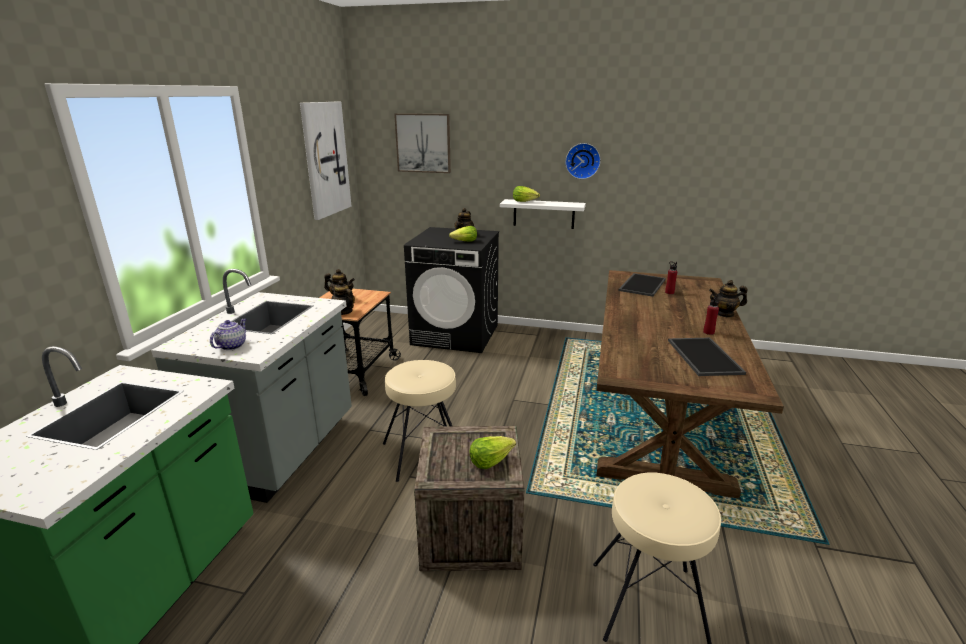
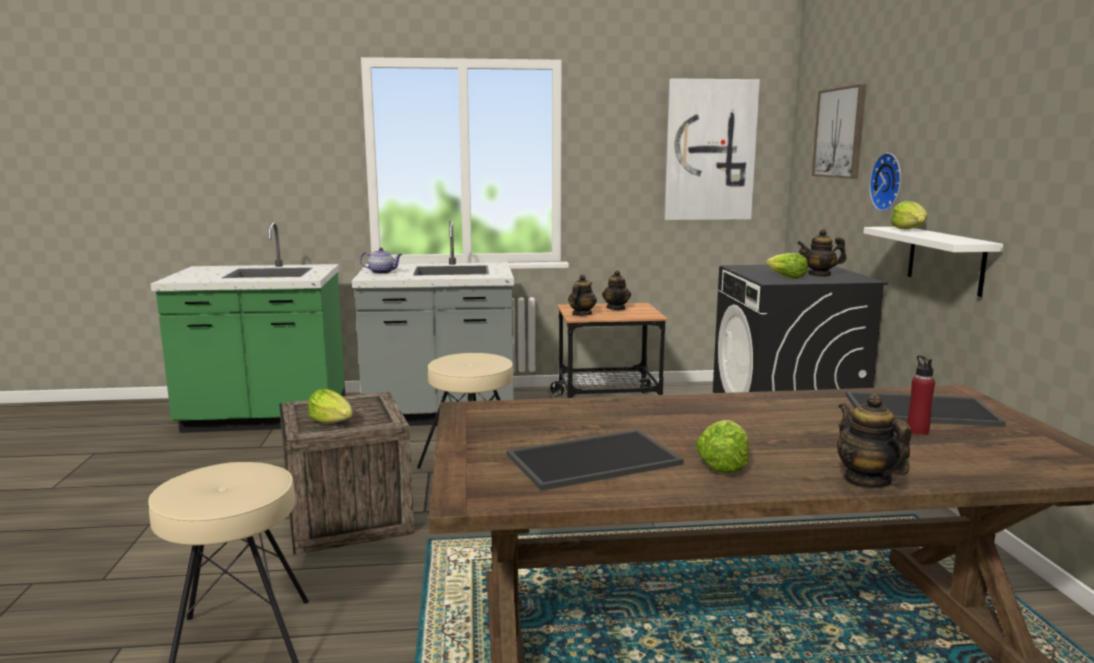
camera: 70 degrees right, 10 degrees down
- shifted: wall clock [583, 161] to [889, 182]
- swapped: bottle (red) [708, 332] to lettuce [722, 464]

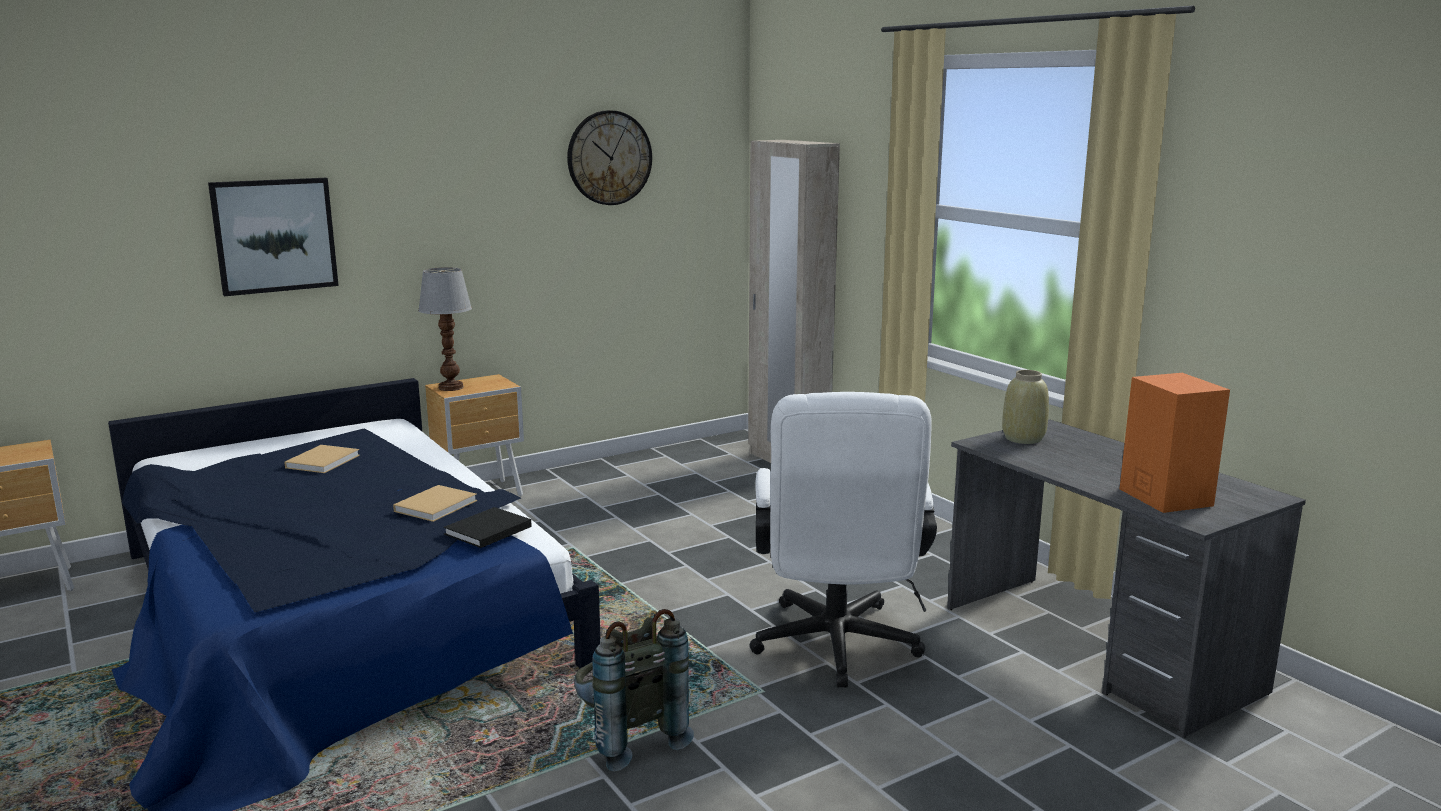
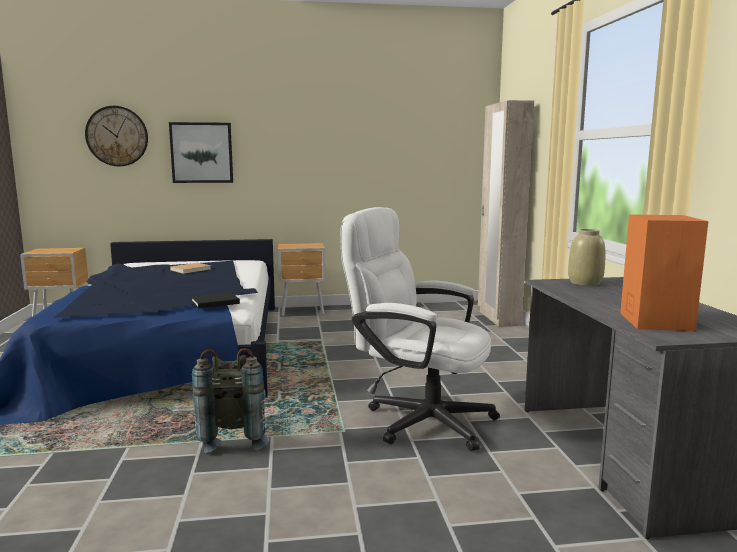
camera: 25 degrees right, 5 degrees down
- gone: book (beige) [437, 505]
- gone: table lamp [450, 387]
- shifted: wall clock [609, 158] to [117, 136]
- rotated: office chair (white) [836, 650] = [418, 419] 90 degrees clockwise

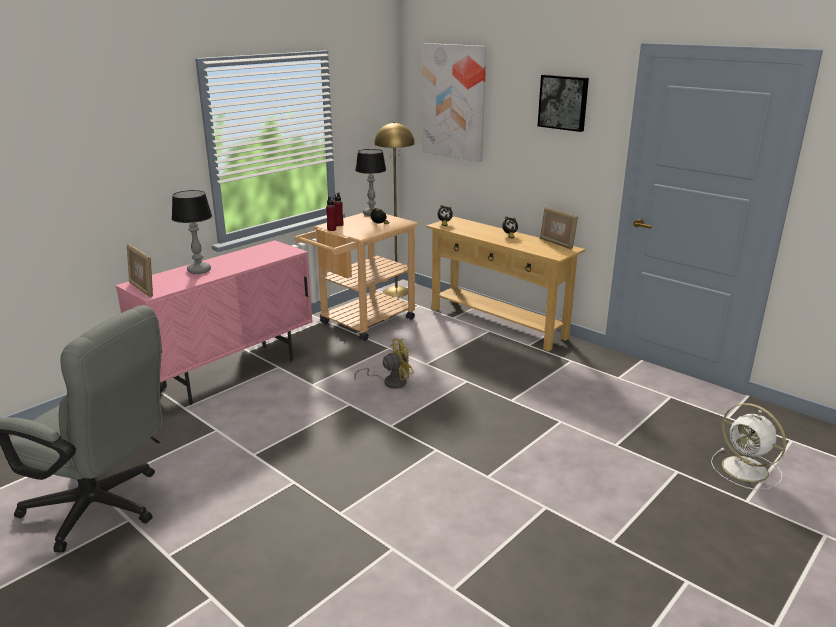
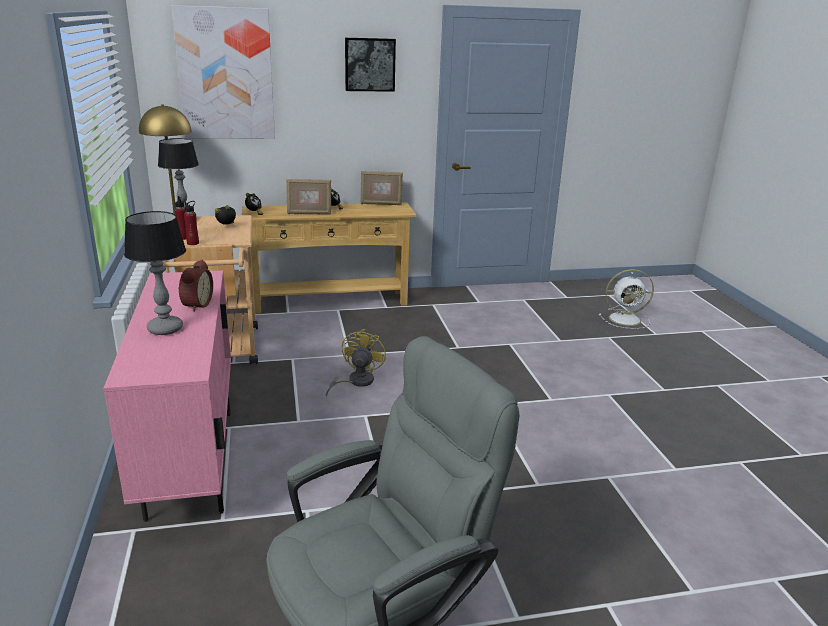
camera: 55 degrees left, 0 degrees up
- new: alarm clock [195, 305]
- shifted: picture frame [142, 289] to [309, 213]

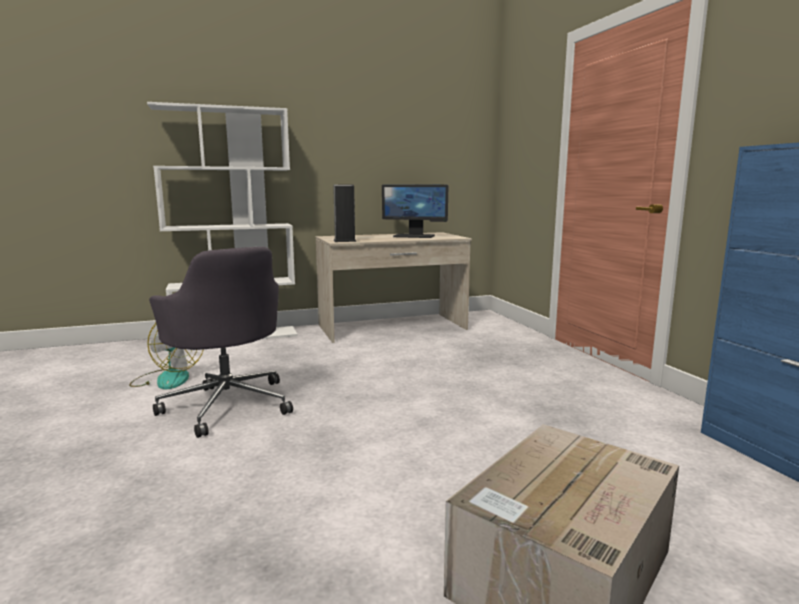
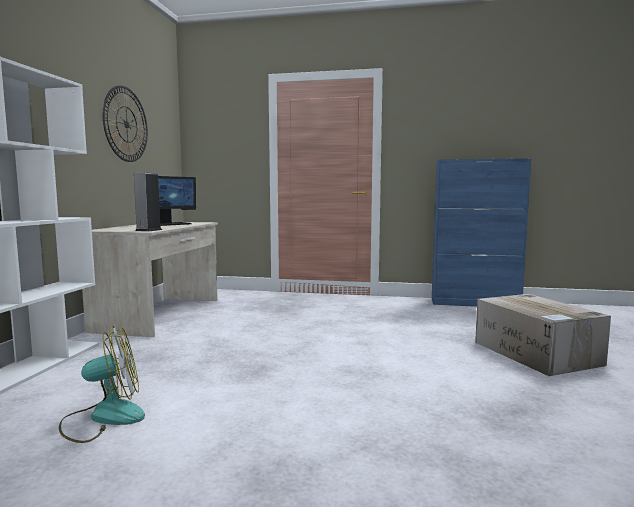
camera: 60 degrees left, 5 degrees down
- gone: office chair (grey) [228, 404]
- new: wall clock [126, 124]

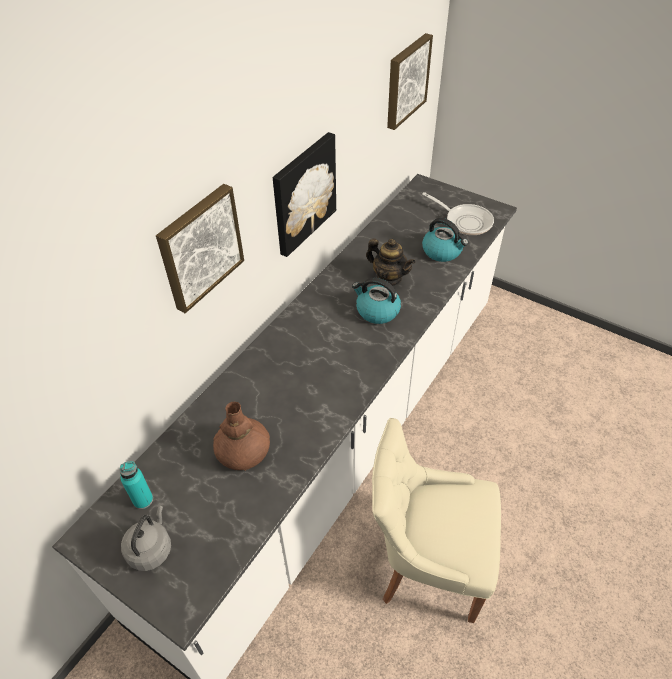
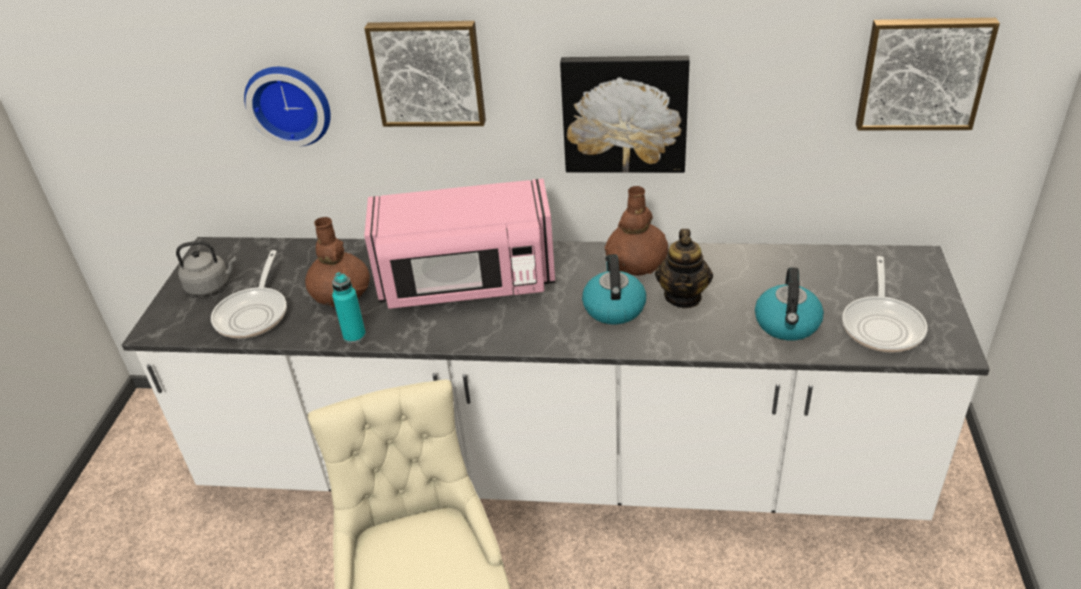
camera: 65 degrees right, 10 degrees down
- new: frying pan [254, 313]
- new: wall clock [290, 103]
- new: microwave (pink) [467, 283]
- new: vase (brown) [636, 263]
- shifted: bottle (turquoise) [143, 500] to [354, 336]

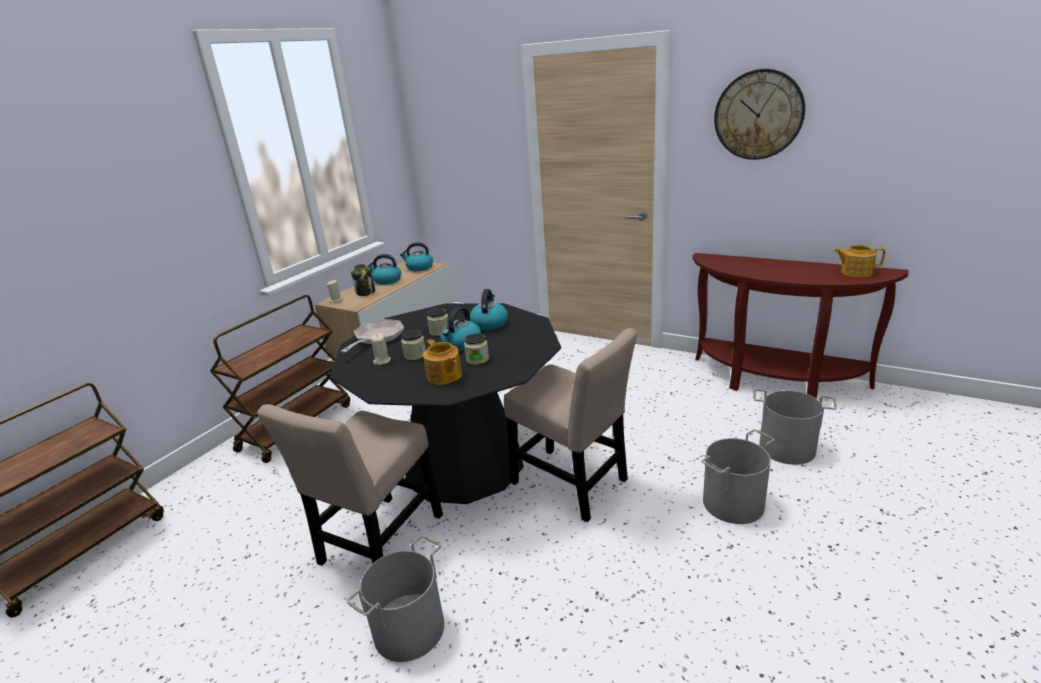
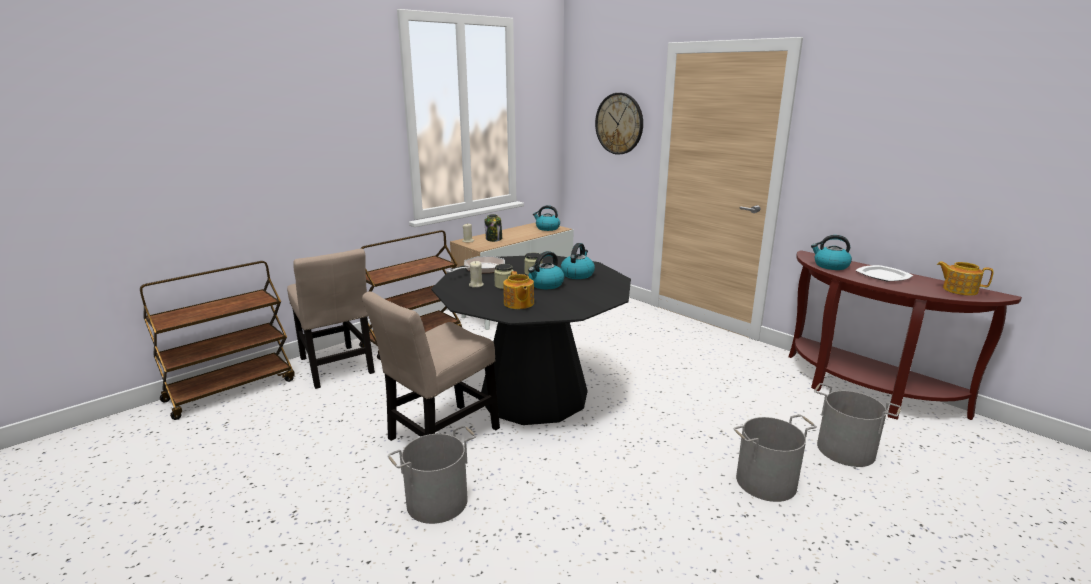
camera: 15 degrees right, 5 degrees down
- gone: jar [477, 359]
- new: plate [882, 275]
- shifted: kettle [387, 280] to [830, 266]
- shifted: chair (beige) [573, 484] to [336, 368]
- shifted: wall clock [758, 115] to [619, 123]

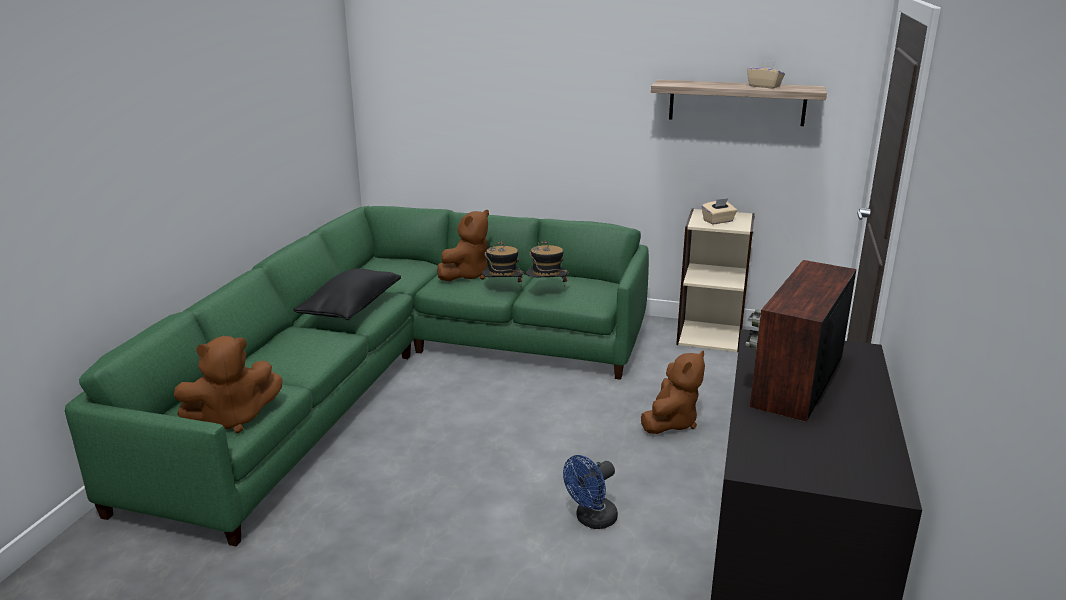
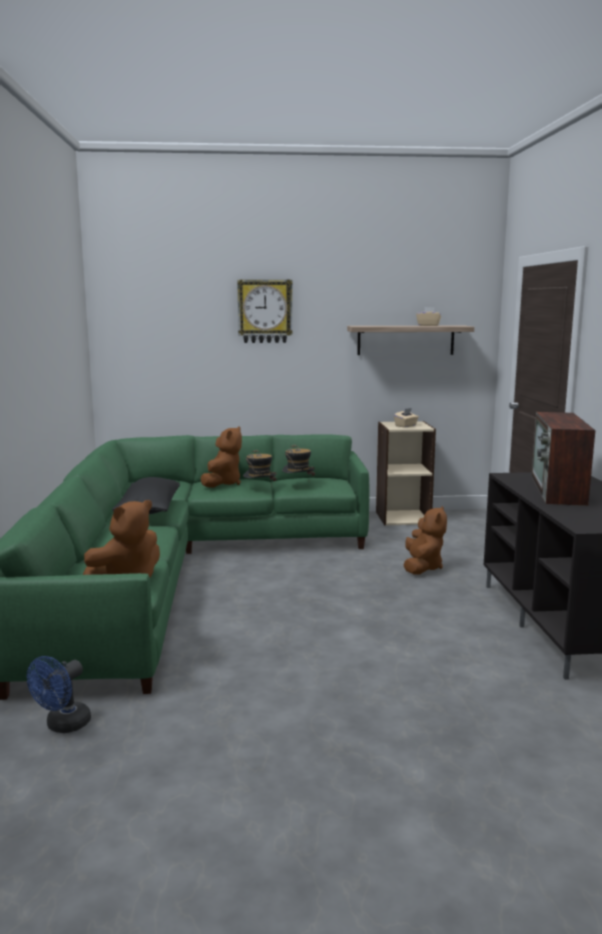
camera: 20 degrees left, 10 degrees down
- new: wall clock [265, 311]
- shifted: fan (blue) [591, 520] to [63, 726]

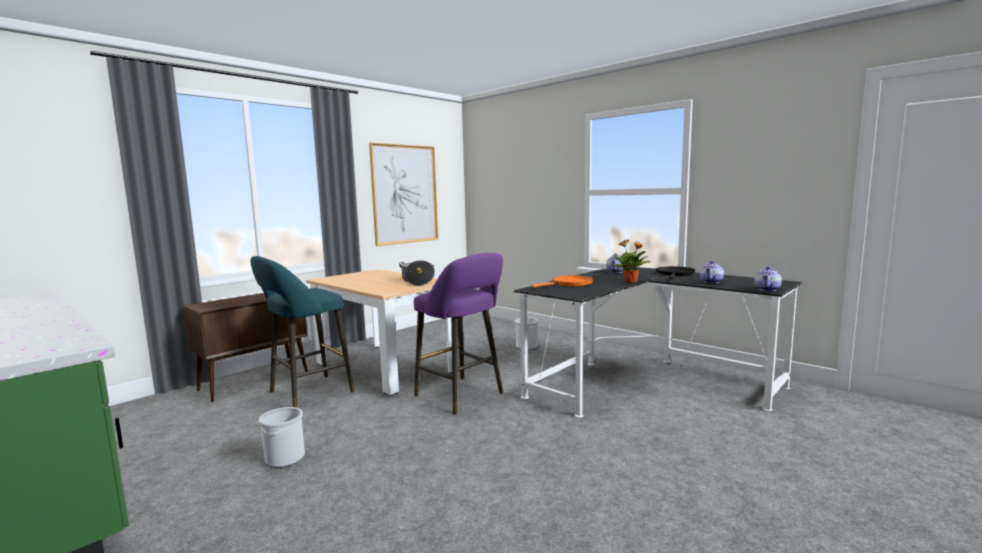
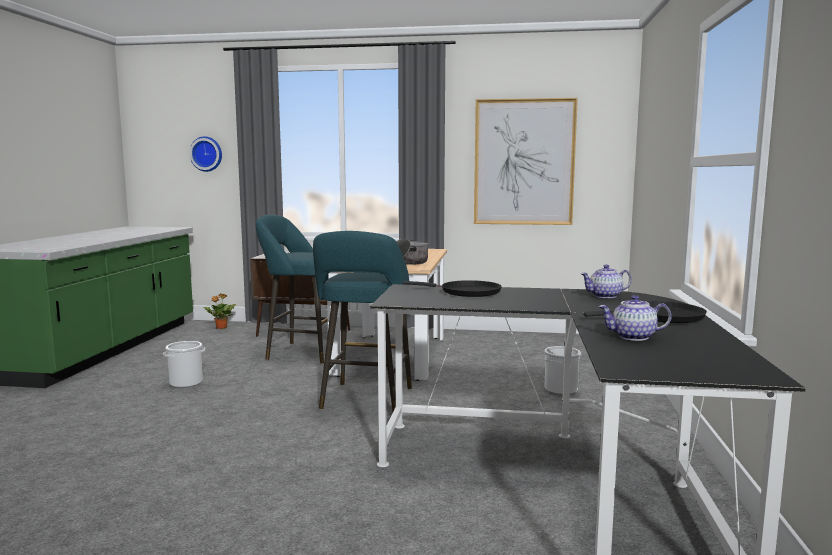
camera: 55 degrees right, 0 degrees up
- gone: teapot [767, 289]
- new: wall clock [207, 154]
- shifted: potted plant [631, 281] to [221, 328]
- repainted: stool (purple) [462, 396] to stool (turquoise) [365, 400]
- repainted: frying pan (orange) [570, 284] to frying pan (black) [466, 292]

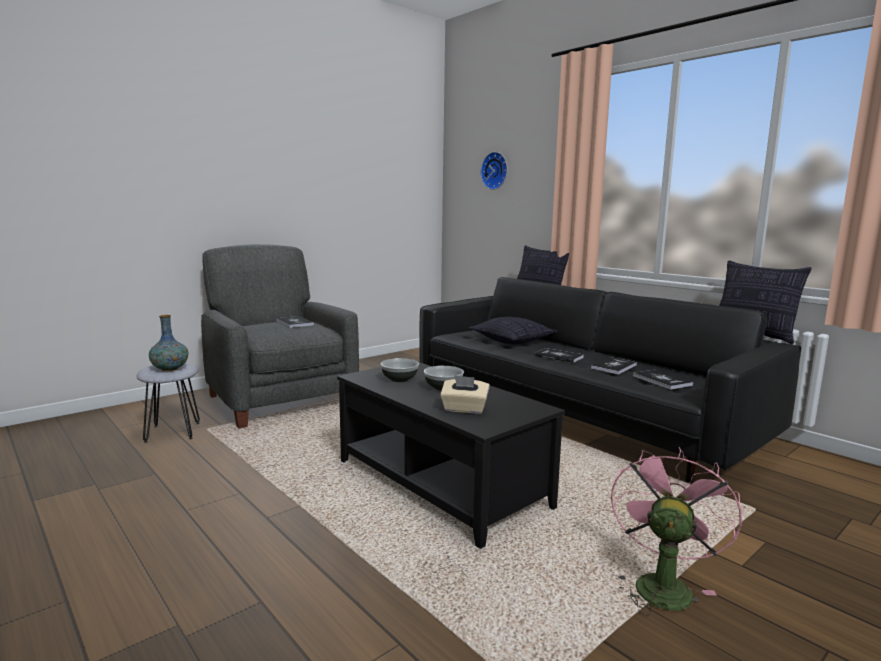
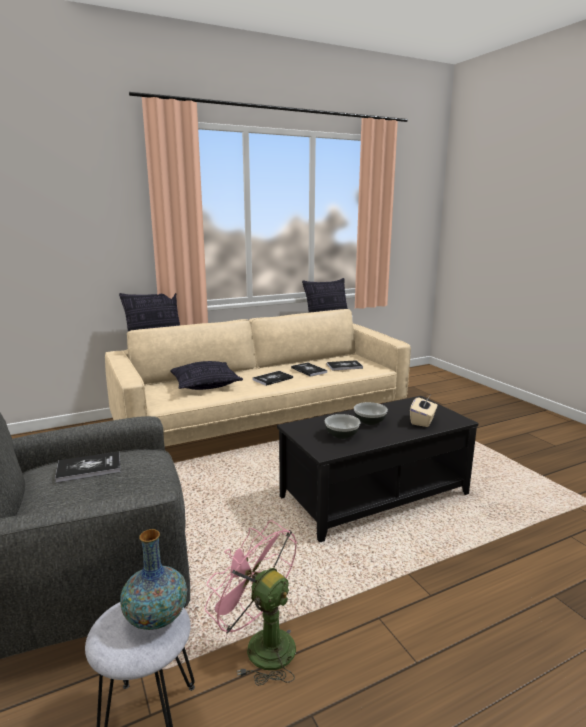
camera: 75 degrees left, 5 degrees up
- gone: wall clock [496, 171]
- shifted: fan (pink) [661, 584] to [261, 645]
- repainted: sofa (black) [576, 414] to sofa (beige) [263, 420]

